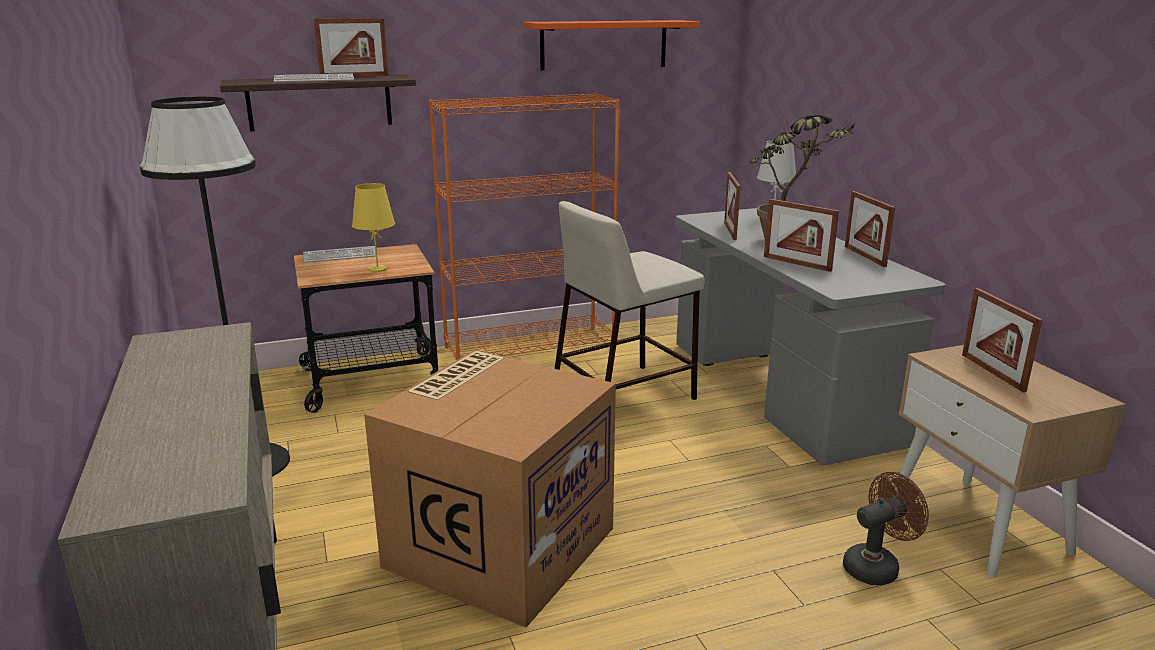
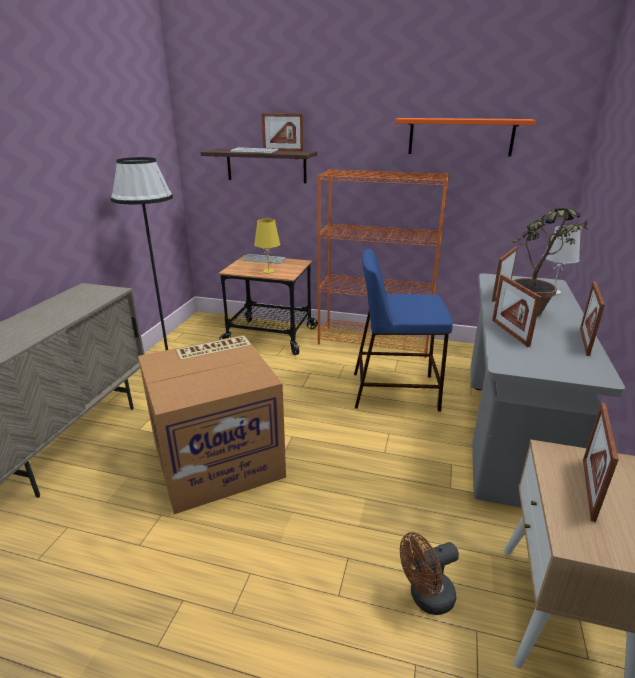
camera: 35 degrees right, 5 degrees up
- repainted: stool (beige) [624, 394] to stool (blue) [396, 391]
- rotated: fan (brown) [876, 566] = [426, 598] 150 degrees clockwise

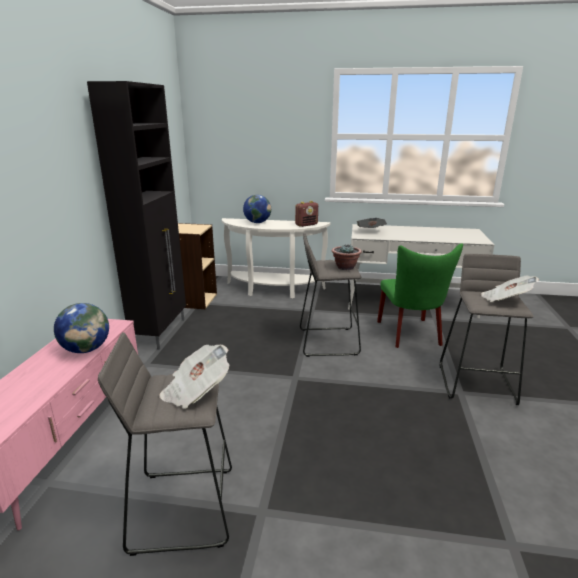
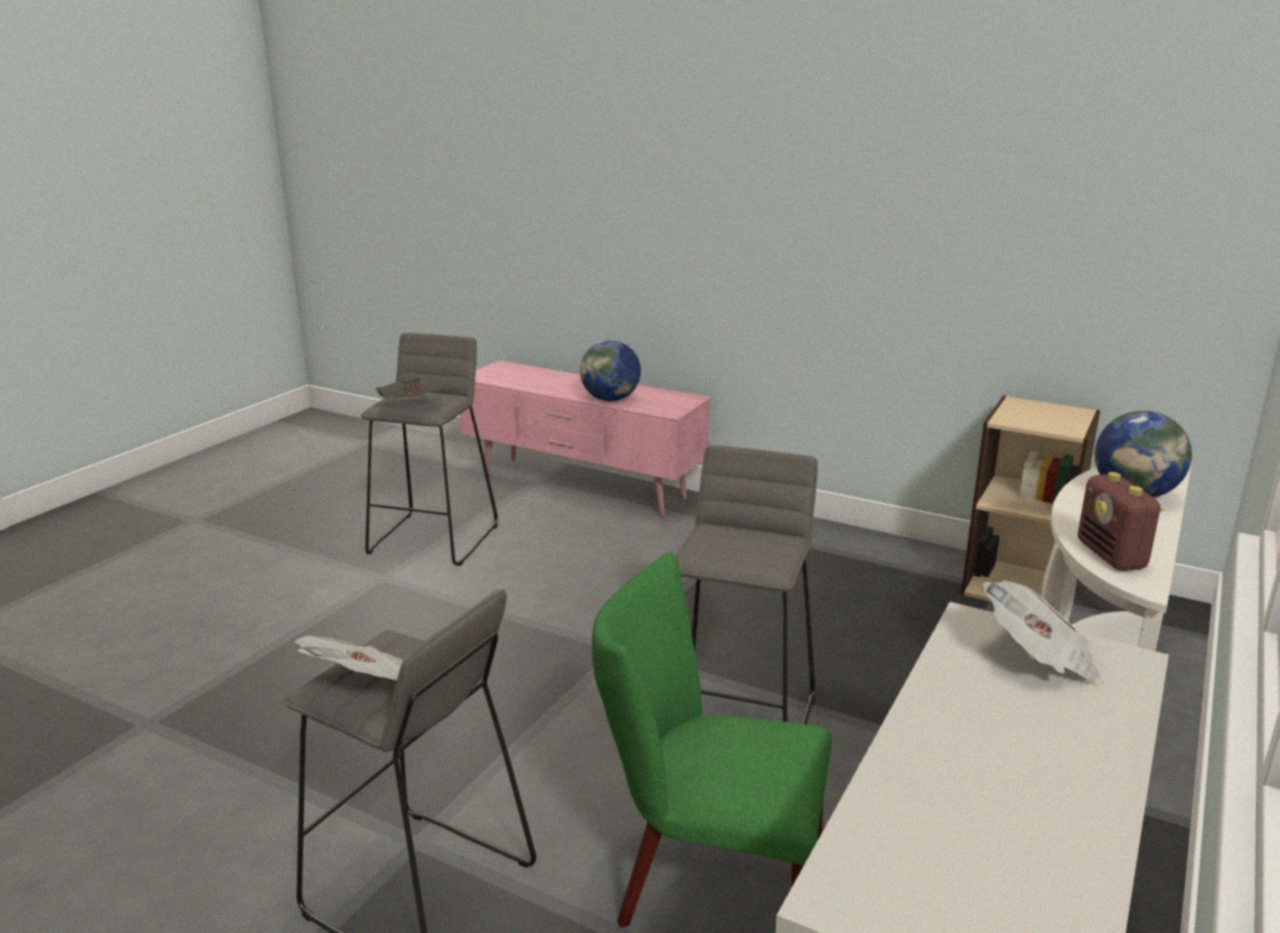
camera: 110 degrees right, 0 degrees up
- gone: cabinet (black) [161, 332]
- gone: potted plant [345, 267]

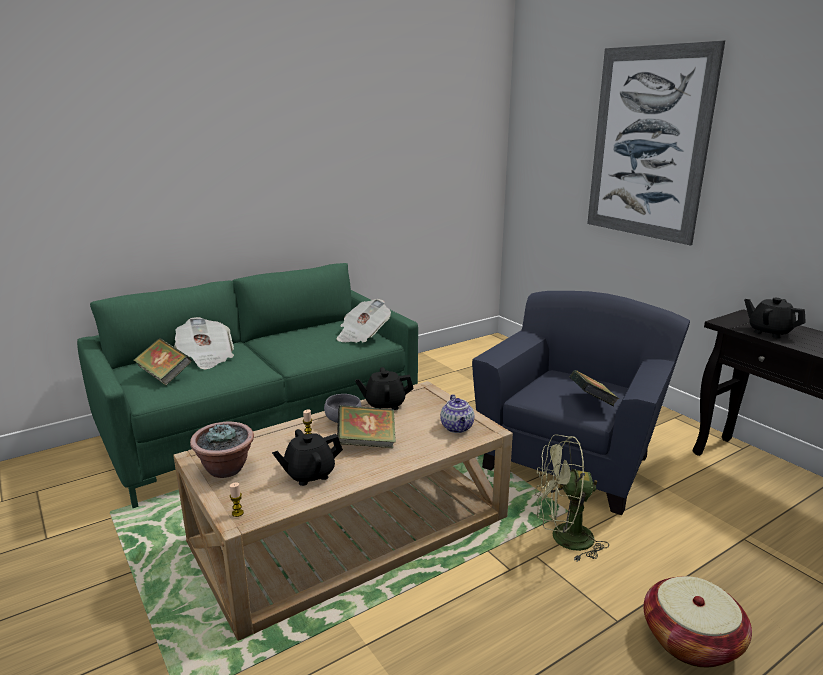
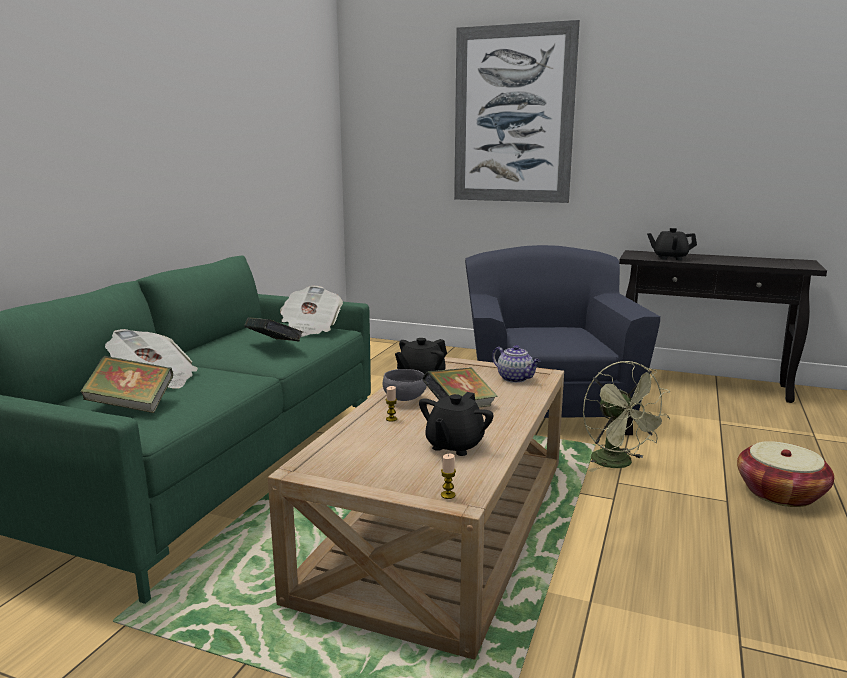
camera: 35 degrees left, 5 degrees down
- gone: potted plant [226, 469]
- shifted: book [591, 402] to [274, 347]
- rotated: fan (green) [563, 539] = [618, 464] 75 degrees counterclockwise

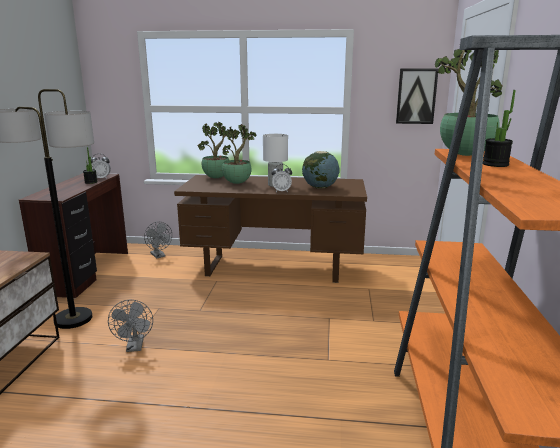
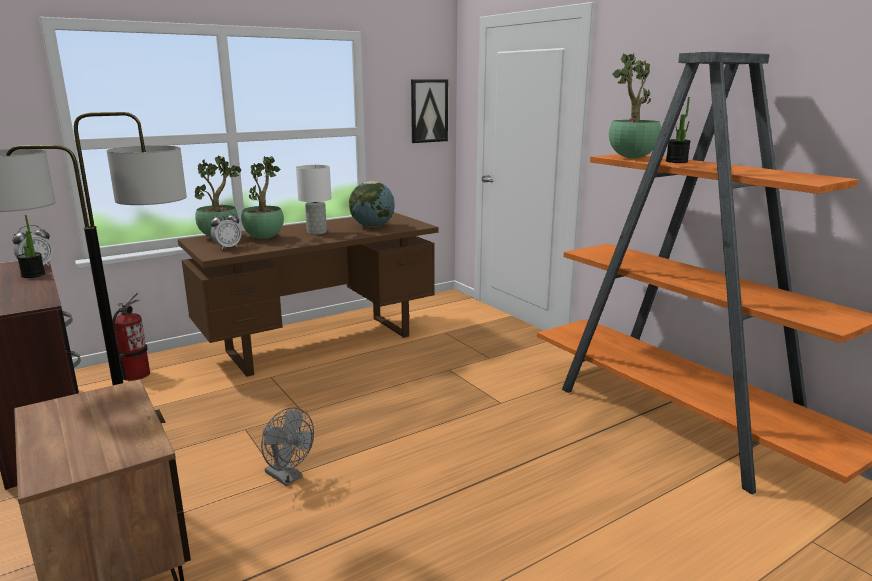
camera: 40 degrees left, 0 degrees up
- shifted: alarm clock [281, 191] to [227, 247]
- swapped: fan (grey) [159, 256] to fire extinguisher [135, 375]

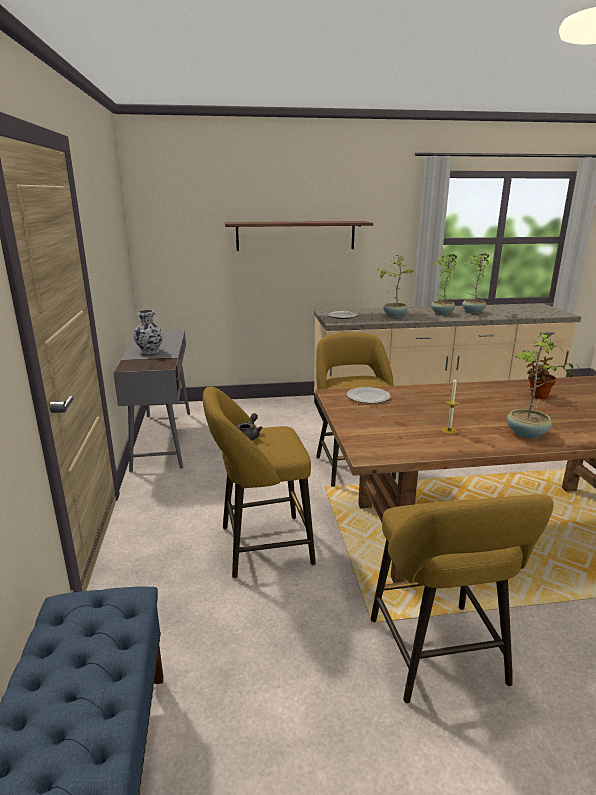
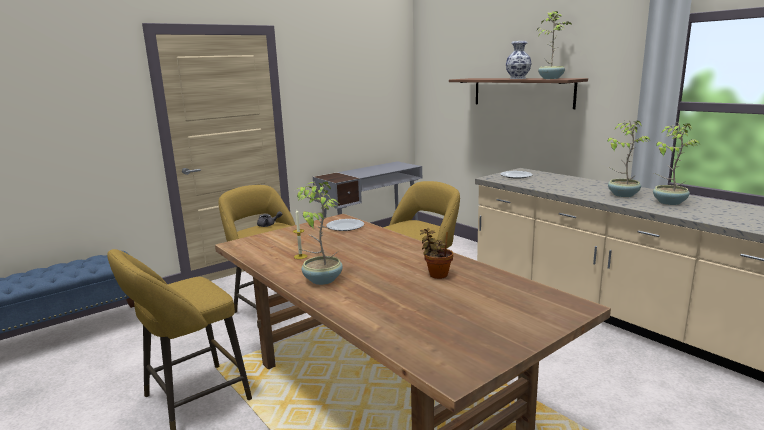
camera: 60 degrees right, 5 degrees down
- shifted: vase [149, 351] to [517, 78]
- shifted: potted plant [394, 315] to [551, 78]

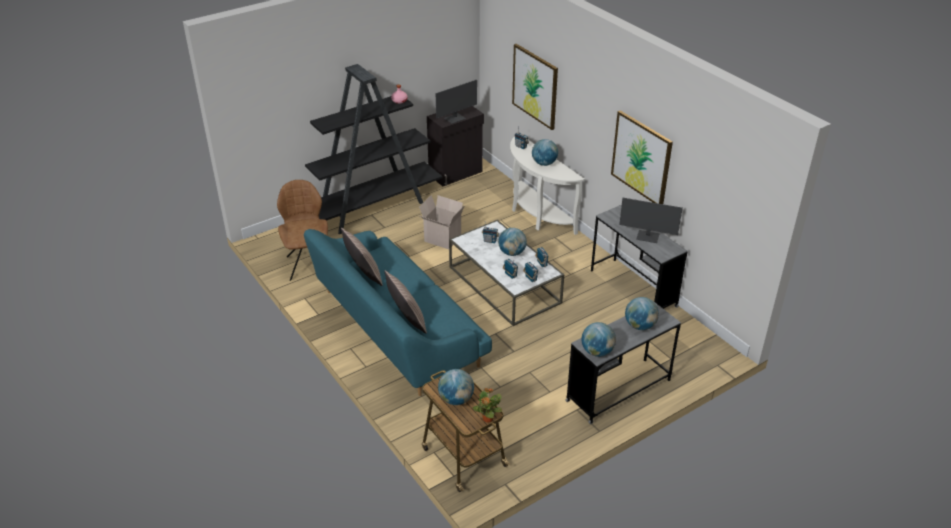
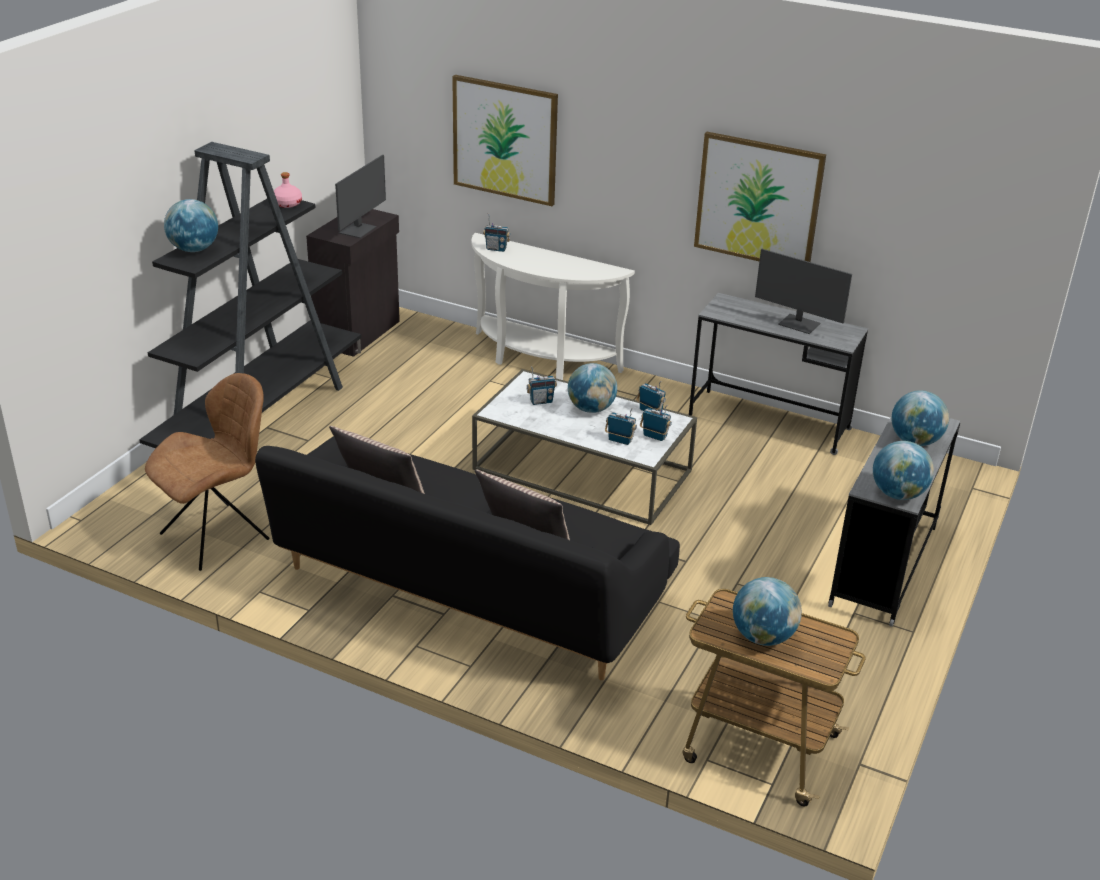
camera: 30 degrees left, 5 degrees down
- gone: cardboard box [441, 239]
- gone: potted plant [487, 419]
- shifted: globe [544, 163] to [194, 249]
- repainted: sofa (turquoise) [397, 328] to sofa (black) [469, 588]
- rotated: chair (brown) [308, 264] = [218, 535] 90 degrees clockwise
- rotated: monitor [647, 237] = [799, 324] 45 degrees clockwise

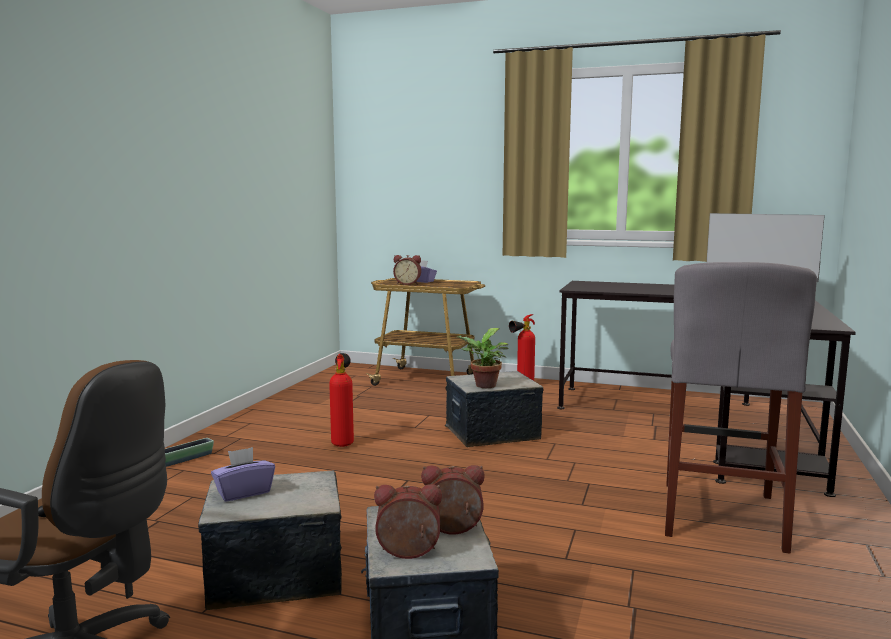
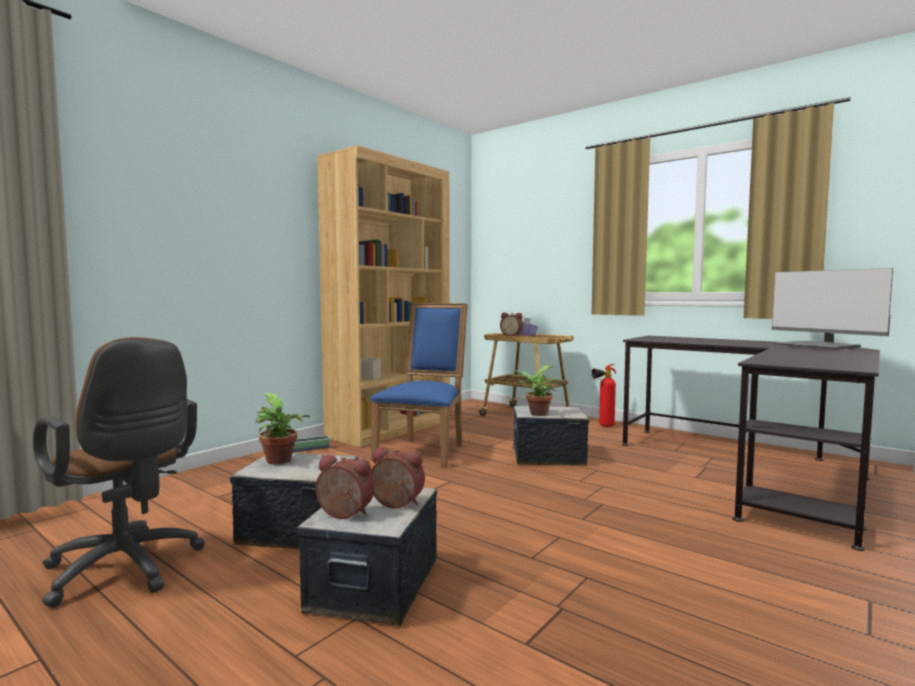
camera: 20 degrees right, 5 degrees down
- gone: stool (grey) [721, 515]
- new: bookcase (brown) [390, 429]
- swapped: tissue box (purple) [244, 492] to potted plant [280, 461]
- swapped: fire extinguisher [343, 443] to chair (blue) [424, 451]

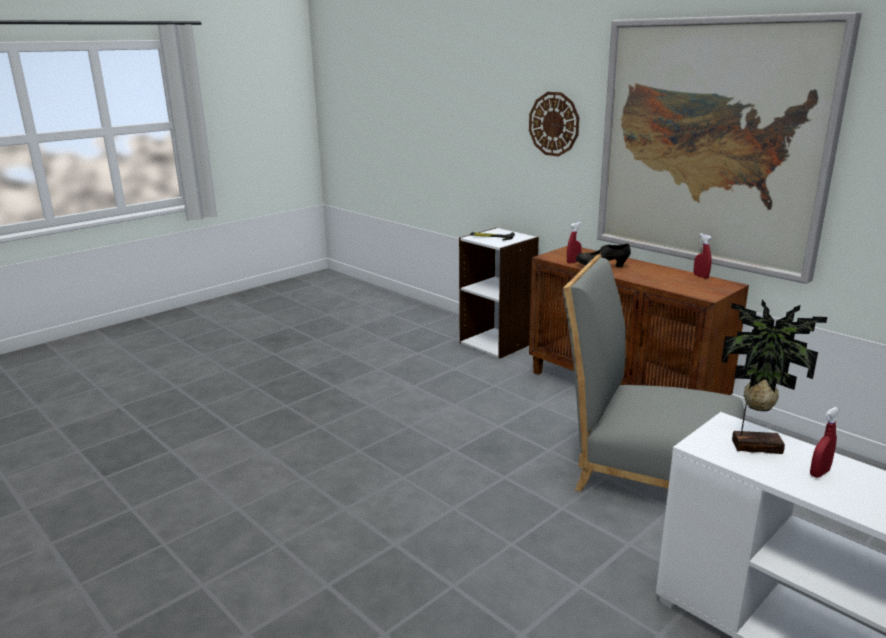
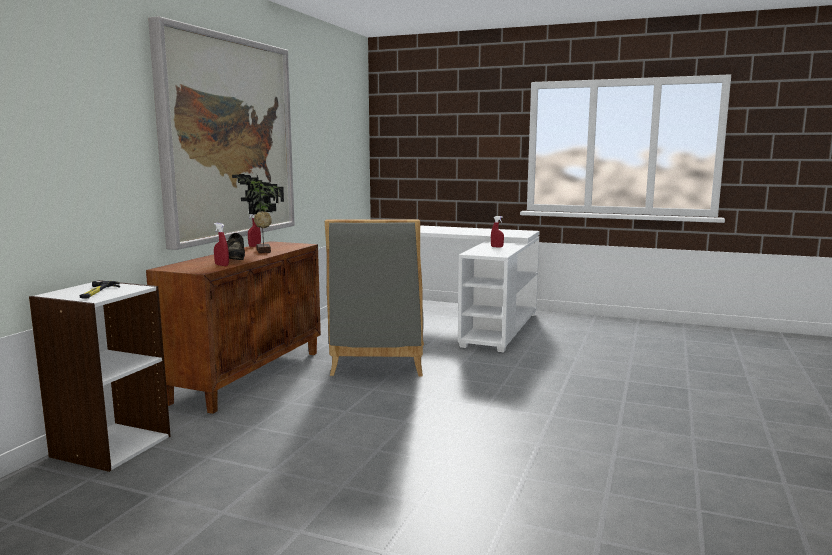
camera: 115 degrees left, 10 degrees down
- gone: wall clock [554, 124]
- shifted: potted plant [754, 445] to [262, 251]

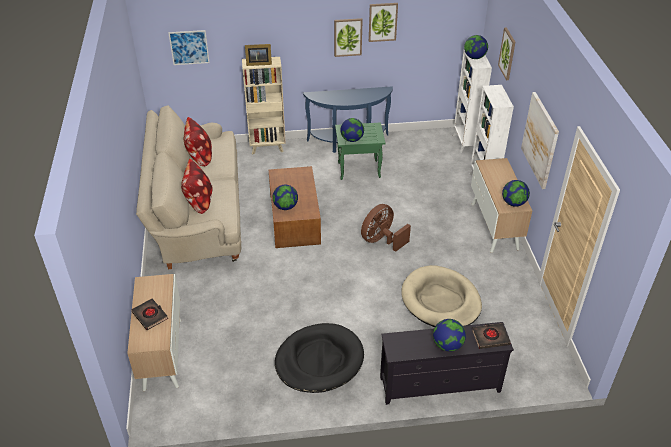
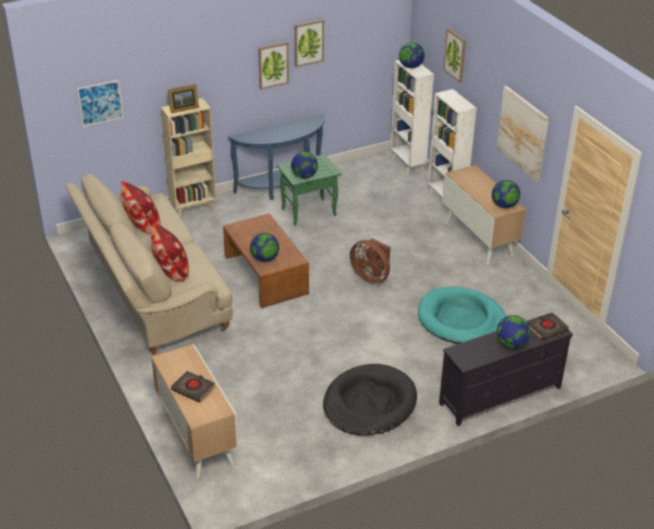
camera: 20 degrees left, 5 degrees down
- repainted: dog bed (beige) [441, 300] to dog bed (turquoise) [461, 320]
- rotated: fan (brown) [381, 240] = [371, 277] 75 degrees counterclockwise

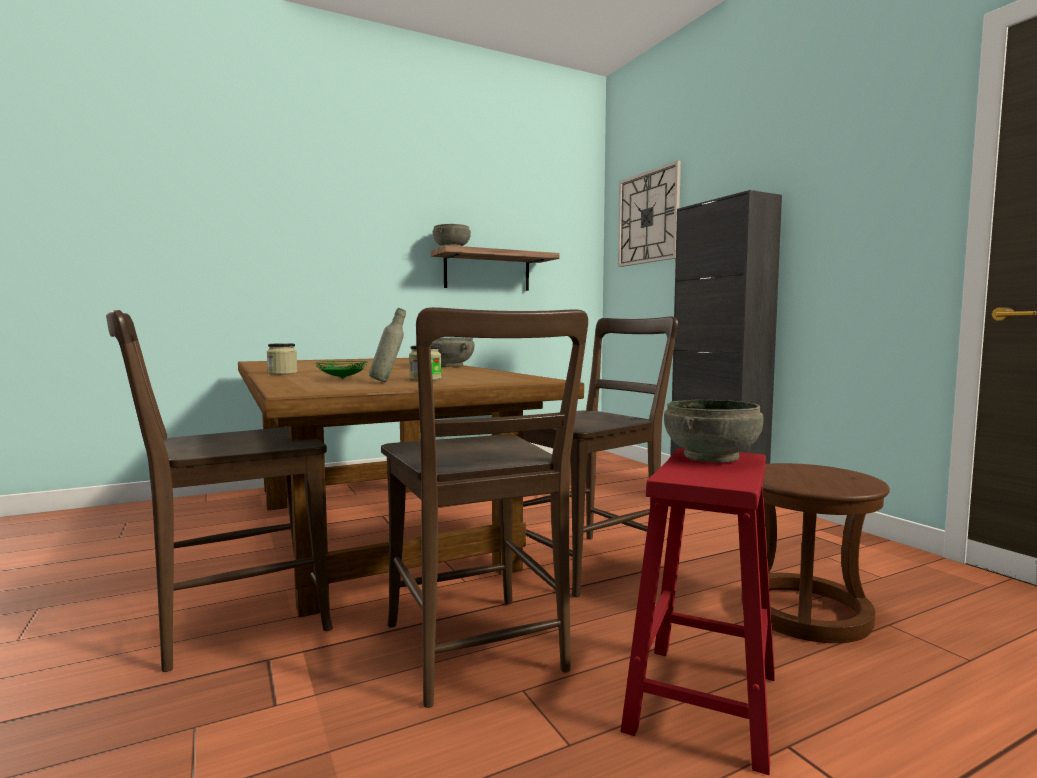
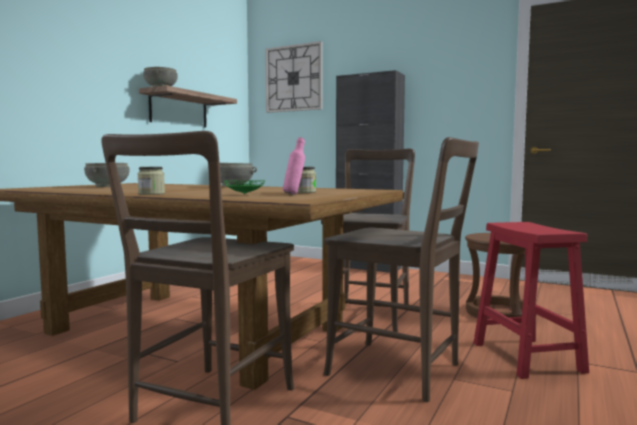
camera: 35 degrees left, 0 degrees up
- shifted: bowl (grey) [712, 457] to [108, 186]
- repainted: bottle (grey) [388, 382] to bottle (pink) [294, 194]

